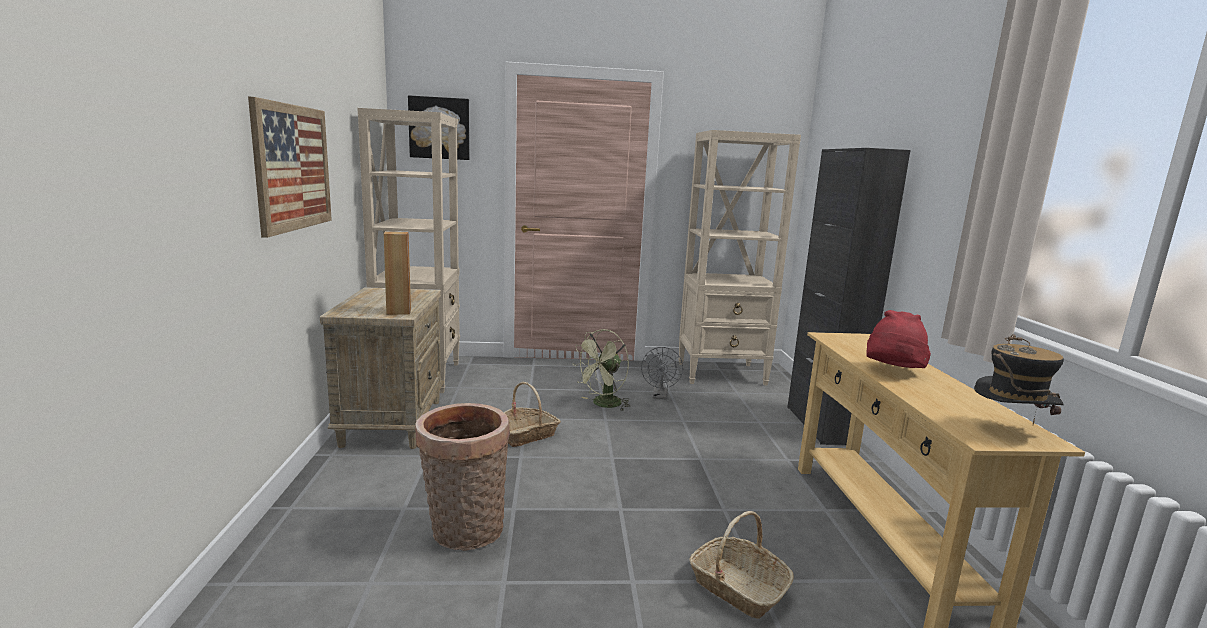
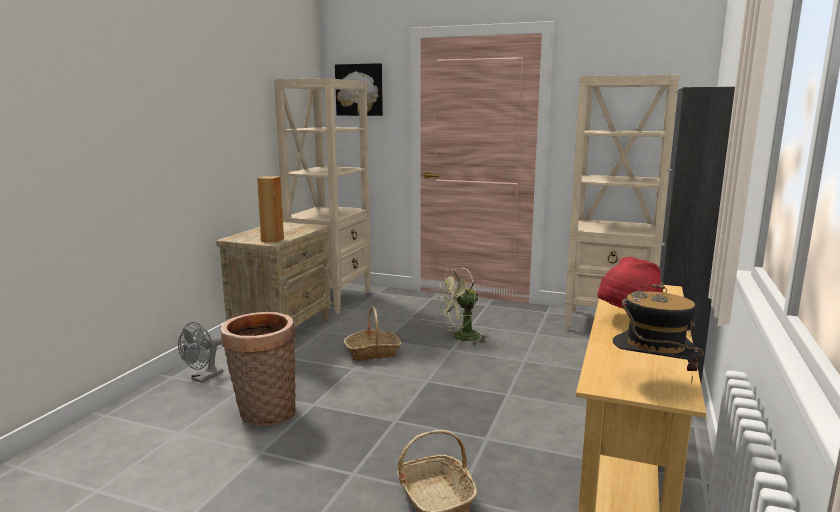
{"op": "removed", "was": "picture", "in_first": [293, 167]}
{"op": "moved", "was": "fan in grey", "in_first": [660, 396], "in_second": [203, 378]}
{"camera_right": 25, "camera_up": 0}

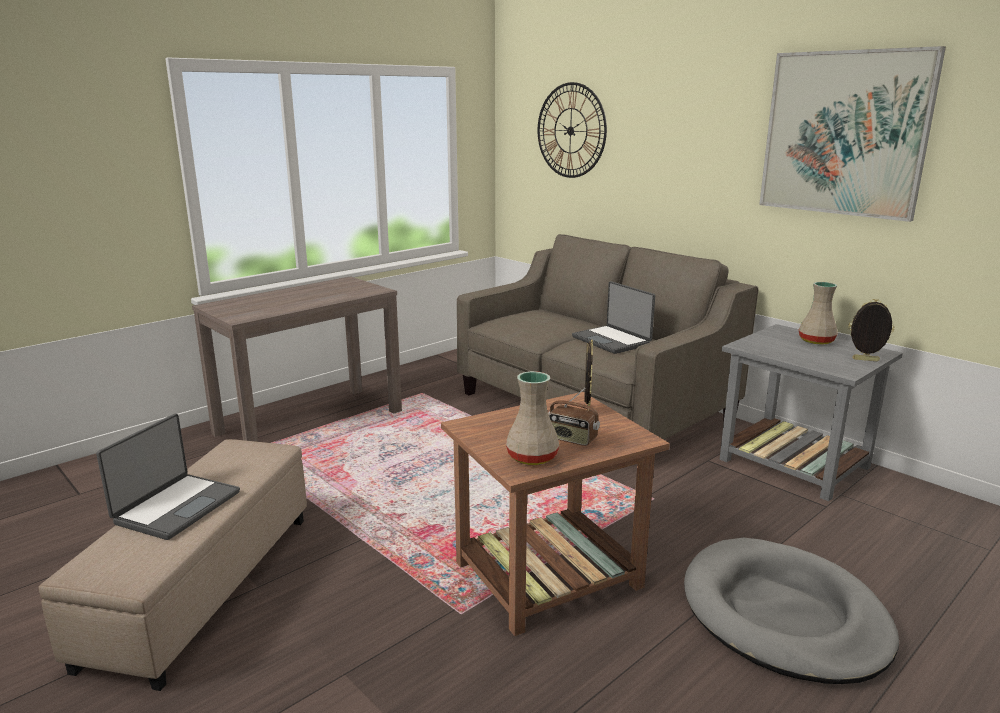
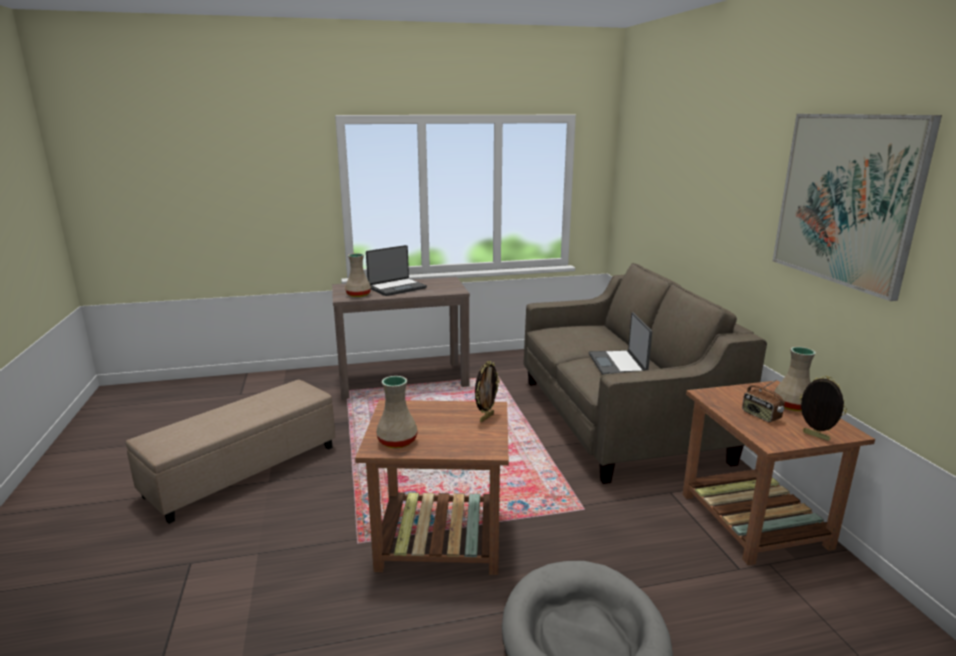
{"op": "removed", "was": "wall clock", "in_first": [571, 130]}
{"op": "added", "now": "vase in beige", "in_second": [358, 295]}
{"op": "moved", "was": "laptop", "in_first": [176, 507], "in_second": [396, 288]}
{"op": "moved", "was": "radio", "in_first": [572, 439], "in_second": [760, 416]}
{"op": "recoloured", "was": "side table in grey", "now": "side table in brown", "in_first": [795, 464], "in_second": [755, 521]}
{"camera_right": 30, "camera_up": 0}

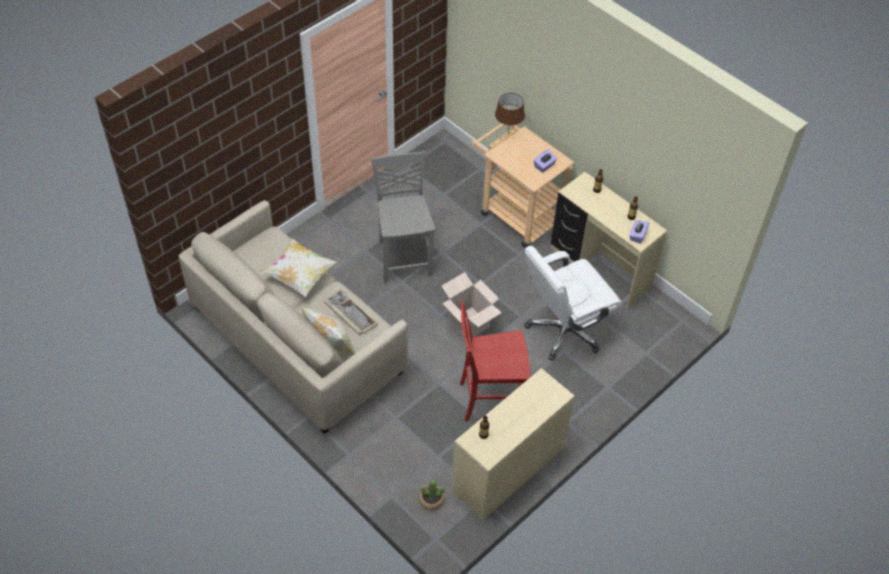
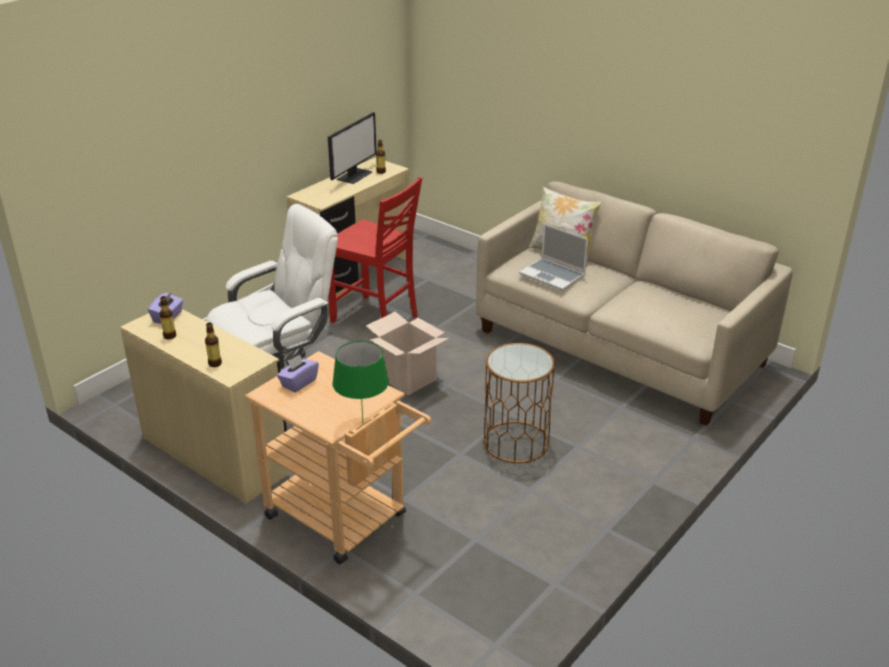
{"op": "removed", "was": "pillow", "in_first": [299, 276]}
{"op": "removed", "was": "potted plant", "in_first": [431, 500]}
{"op": "added", "now": "monitor", "in_second": [354, 175]}
{"op": "replaced", "was": "keyboard", "now": "laptop", "in_first": [350, 313], "in_second": [553, 275]}
{"op": "replaced", "was": "chair in grey", "now": "side table in brown", "in_first": [404, 257], "in_second": [516, 442]}
{"op": "recoloured", "was": "table lamp in brown", "now": "table lamp in green", "in_first": [508, 134], "in_second": [362, 423]}
{"op": "turned", "was": "chair in red", "in_first": [490, 399], "in_second": [376, 319], "clockwise": 45}
{"camera_right": 175, "camera_up": -20}

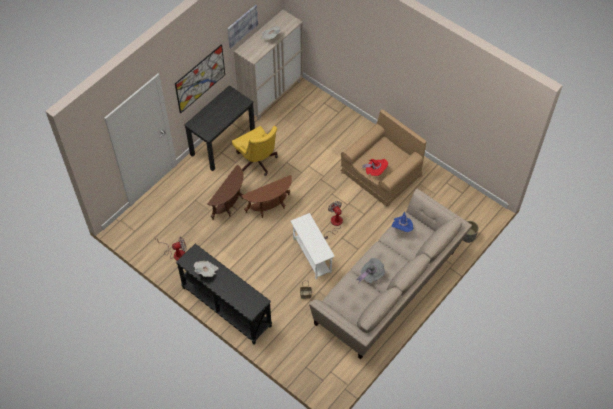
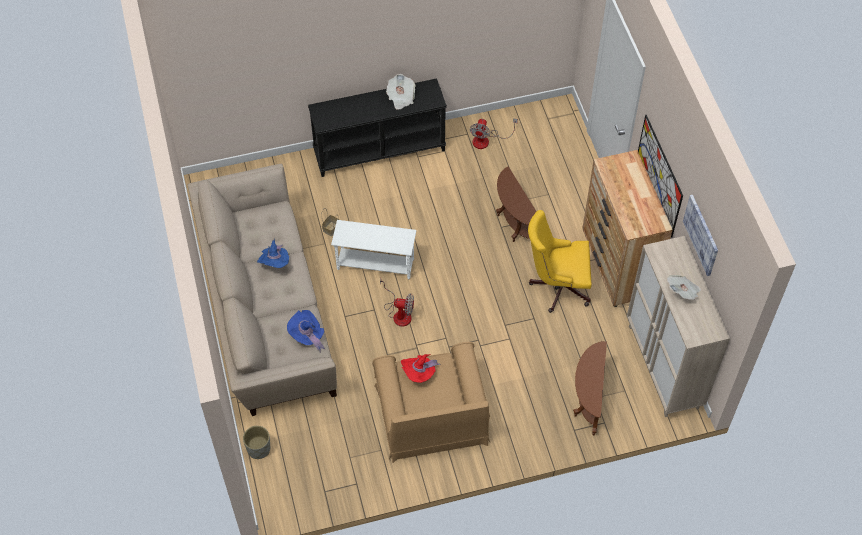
{"op": "moved", "was": "side table in brown", "in_first": [270, 207], "in_second": [587, 400]}
{"op": "replaced", "was": "desk in black", "now": "dresser in brown", "in_first": [223, 143], "in_second": [617, 266]}
{"op": "recoloured", "was": "hat in grey", "now": "hat in blue", "in_first": [371, 275], "in_second": [275, 263]}
{"camera_right": 125, "camera_up": 0}

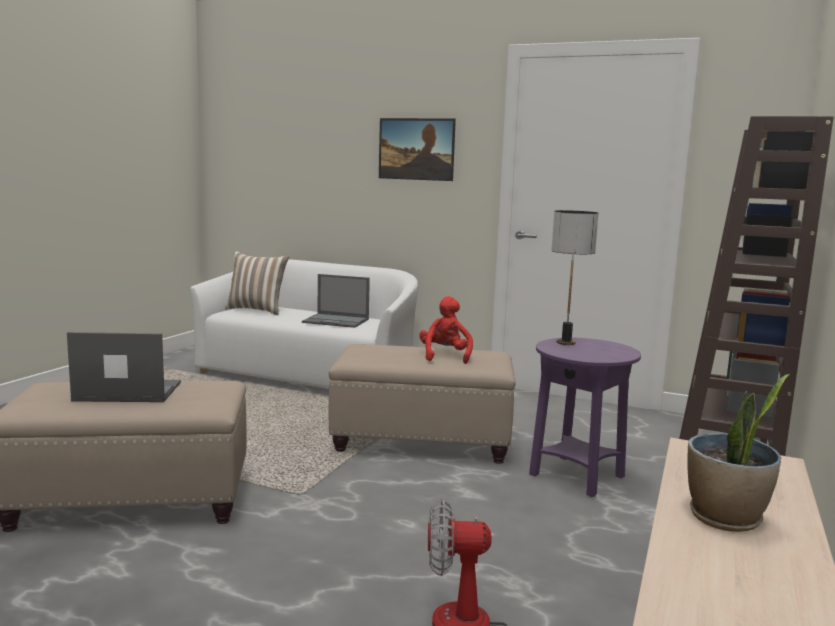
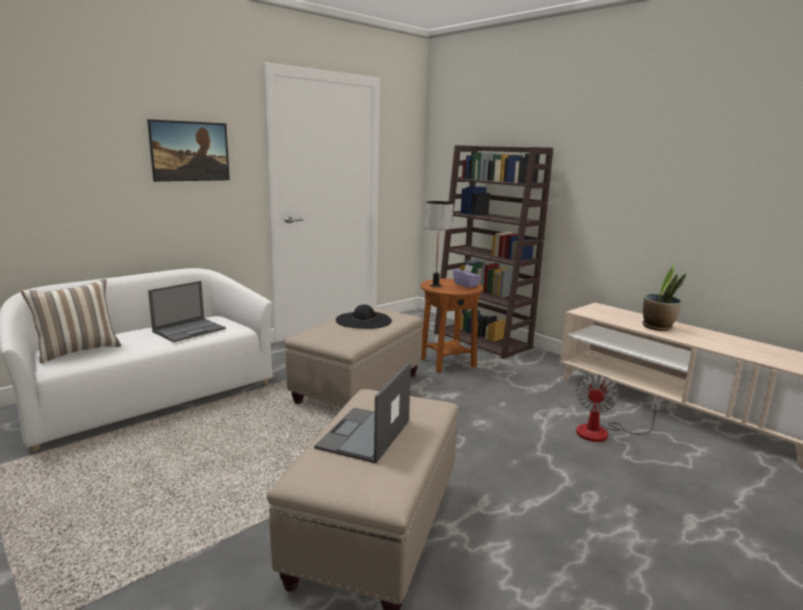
{"op": "added", "now": "tissue box in purple", "in_second": [466, 285]}
{"op": "replaced", "was": "plush toy in red", "now": "hat in black", "in_first": [445, 356], "in_second": [363, 320]}
{"op": "recoloured", "was": "side table in purple", "now": "side table in brown", "in_first": [577, 476], "in_second": [447, 363]}
{"camera_right": -65, "camera_up": 5}

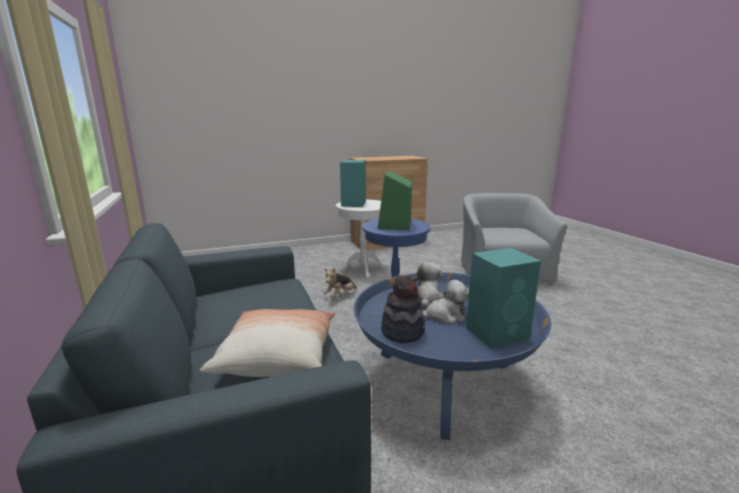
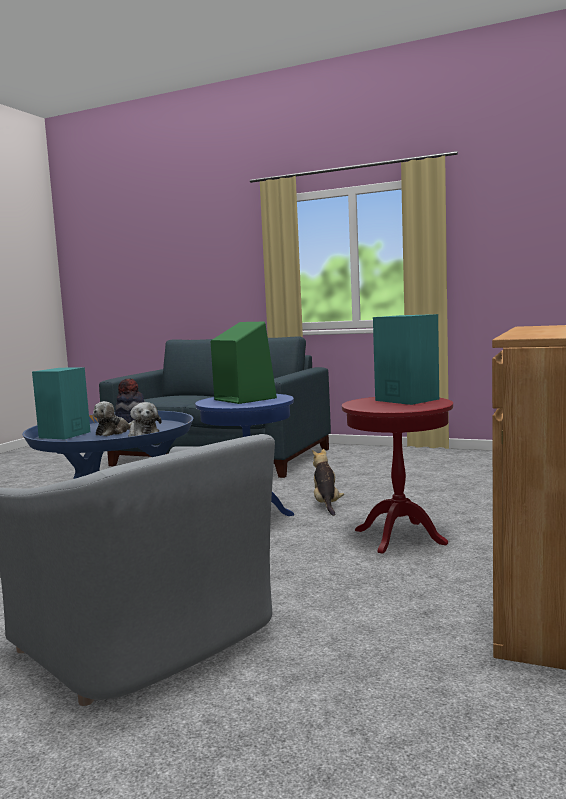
{"op": "removed", "was": "pillow", "in_first": [277, 356]}
{"op": "recoloured", "was": "side table in white", "now": "side table in red", "in_first": [363, 268], "in_second": [400, 537]}
{"camera_right": 135, "camera_up": -10}

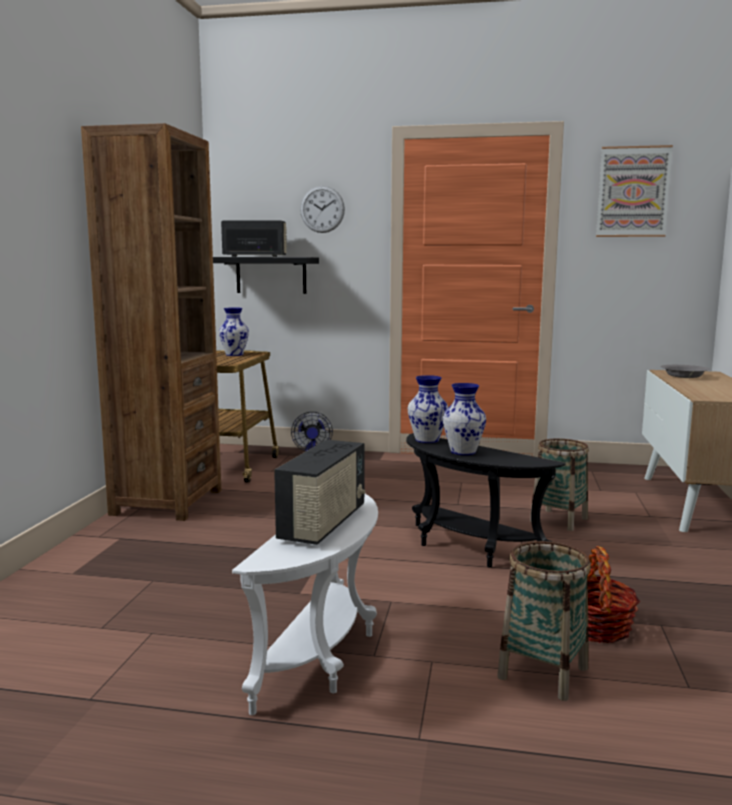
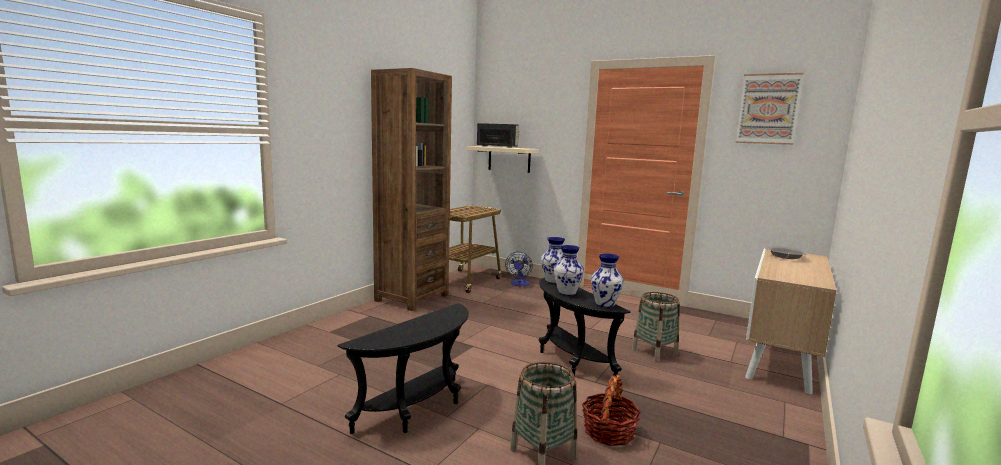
{"op": "removed", "was": "radio", "in_first": [324, 524]}
{"op": "removed", "was": "wall clock", "in_first": [322, 209]}
{"op": "moved", "was": "vase", "in_first": [234, 354], "in_second": [605, 304]}
{"op": "recoloured", "was": "shelf in black", "now": "shelf in beige", "in_first": [271, 275], "in_second": [509, 159]}
{"op": "recoloured", "was": "side table in white", "now": "side table in black", "in_first": [324, 656], "in_second": [418, 409]}
{"camera_right": 20, "camera_up": 0}

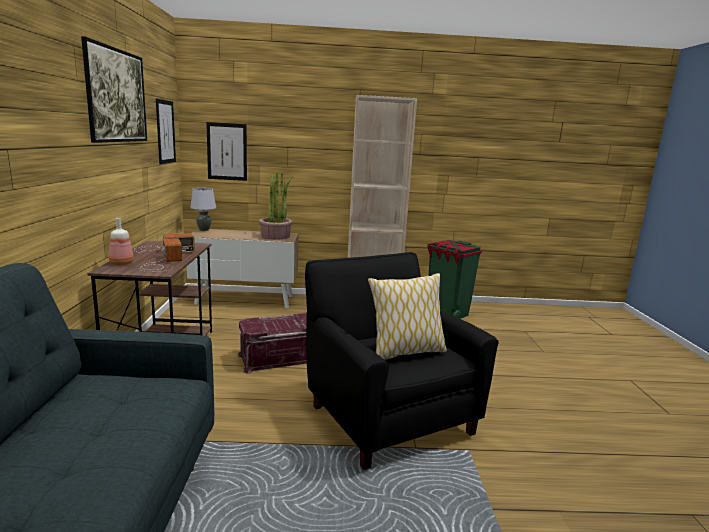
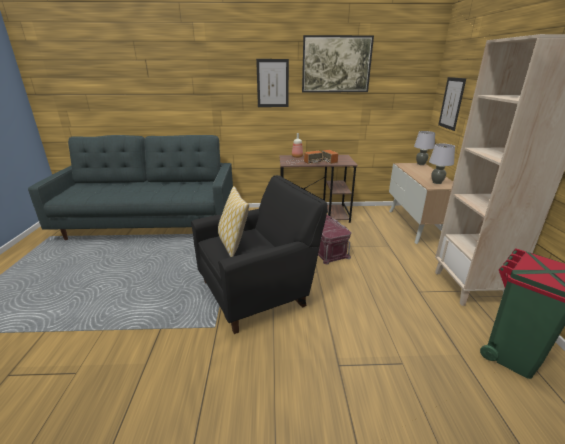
{"op": "moved", "was": "picture", "in_first": [165, 132], "in_second": [272, 83]}
{"op": "replaced", "was": "potted plant", "now": "table lamp in grey", "in_first": [276, 236], "in_second": [436, 182]}
{"camera_right": 90, "camera_up": 10}

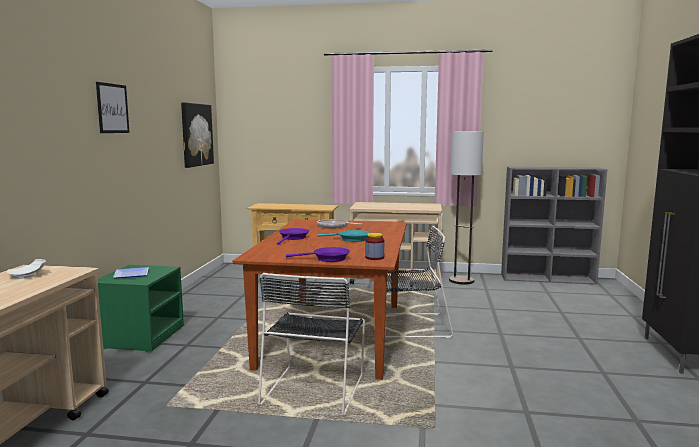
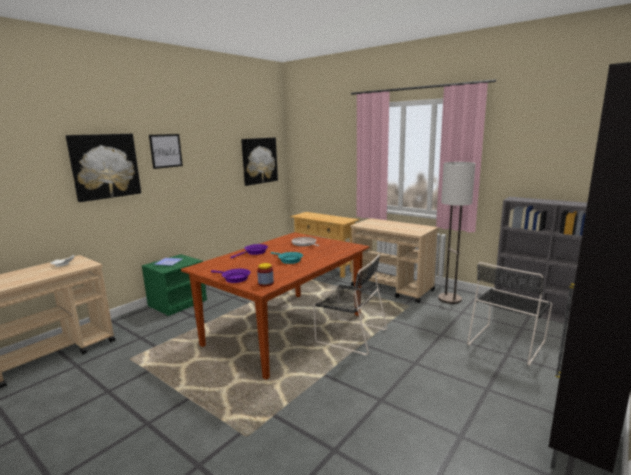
{"op": "added", "now": "picture", "in_second": [105, 166]}
{"op": "moved", "was": "chair in black", "in_first": [314, 388], "in_second": [507, 342]}
{"camera_right": 30, "camera_up": 5}

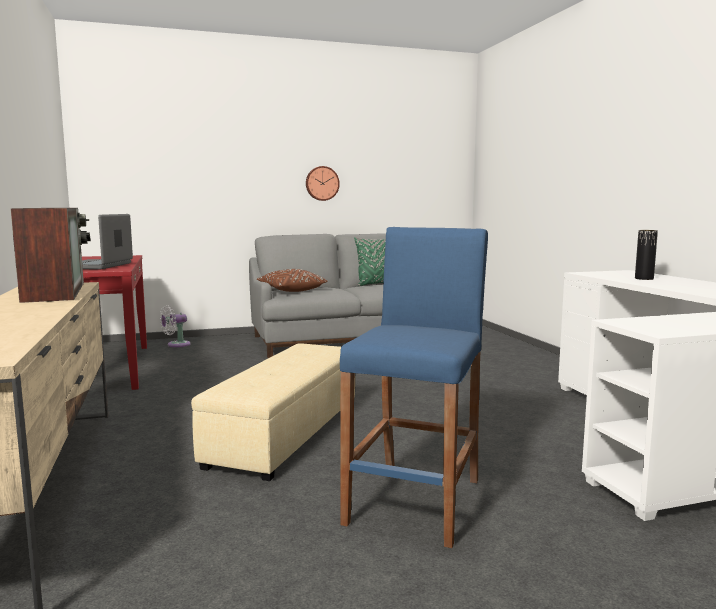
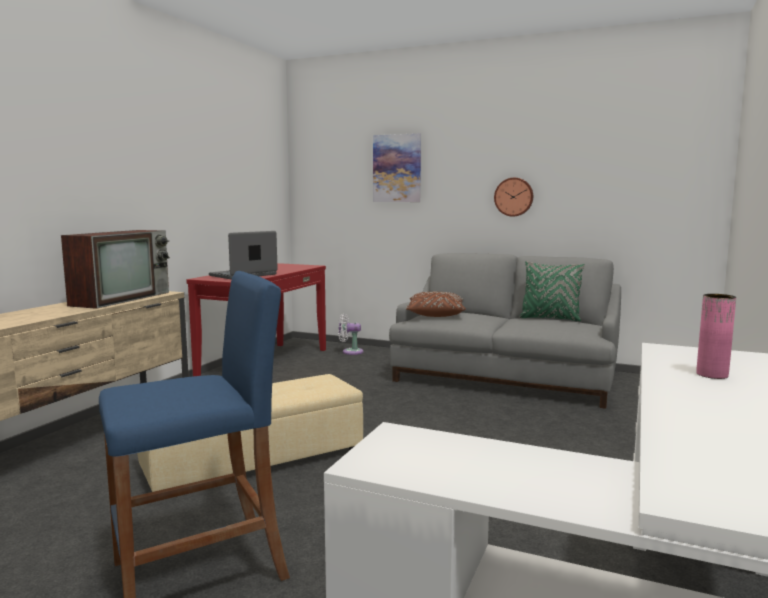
{"op": "added", "now": "picture", "in_second": [397, 168]}
{"op": "recoloured", "was": "vase in black", "now": "vase in pink", "in_first": [644, 278], "in_second": [712, 375]}
{"camera_right": 40, "camera_up": 0}

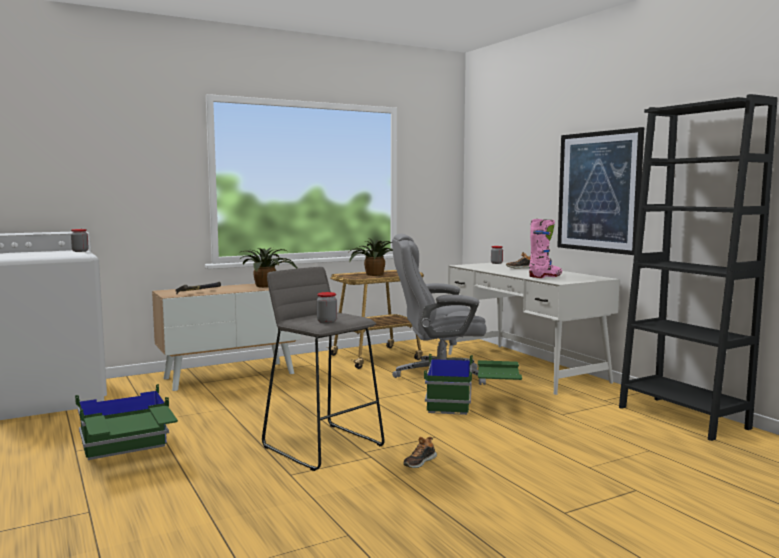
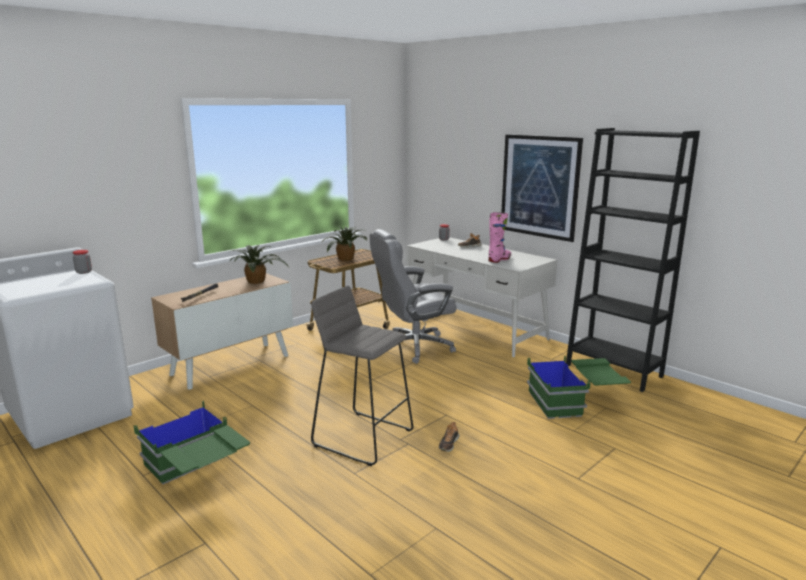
{"op": "removed", "was": "jar", "in_first": [327, 322]}
{"op": "moved", "was": "storage box in green", "in_first": [472, 405], "in_second": [575, 403]}
{"camera_right": -15, "camera_up": 10}

